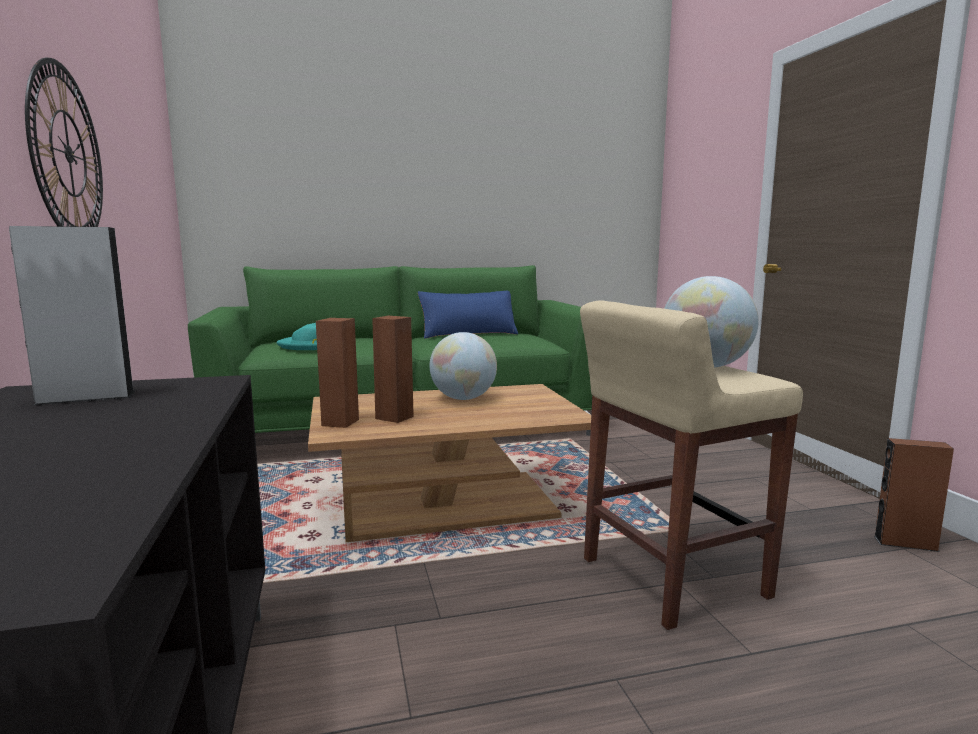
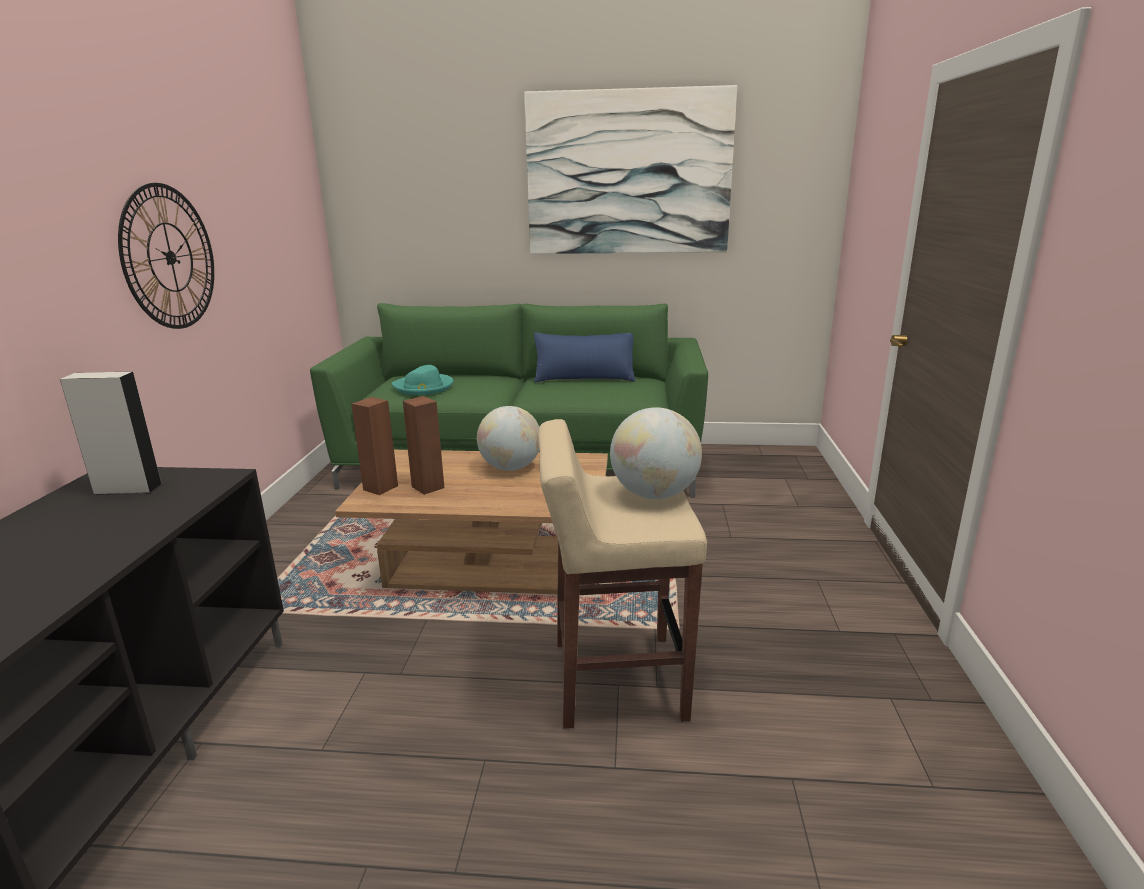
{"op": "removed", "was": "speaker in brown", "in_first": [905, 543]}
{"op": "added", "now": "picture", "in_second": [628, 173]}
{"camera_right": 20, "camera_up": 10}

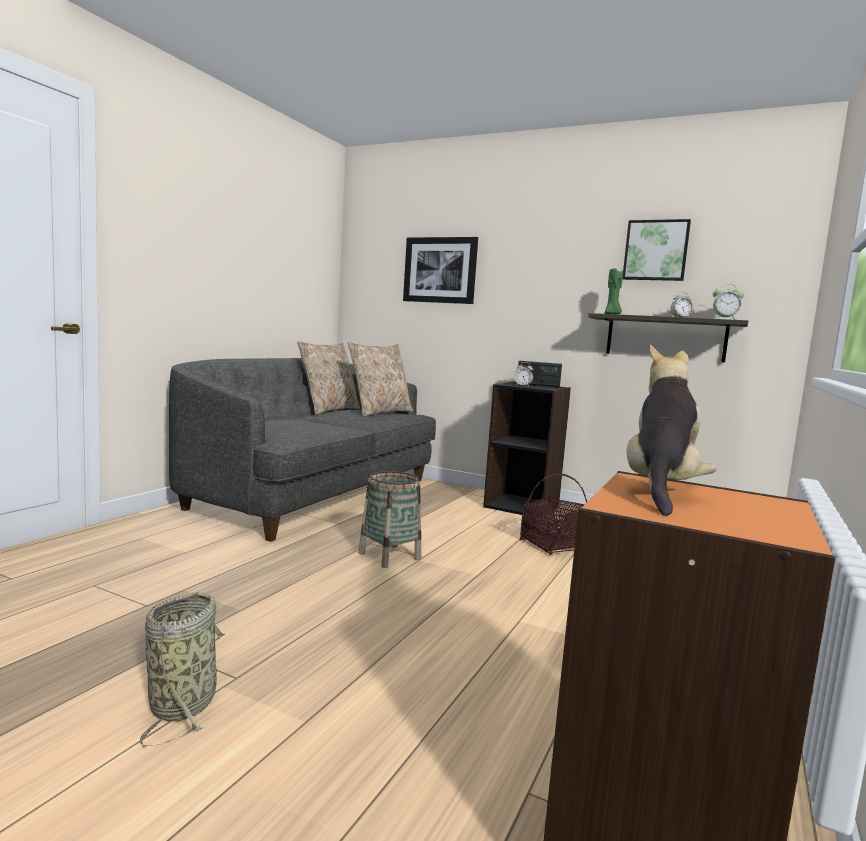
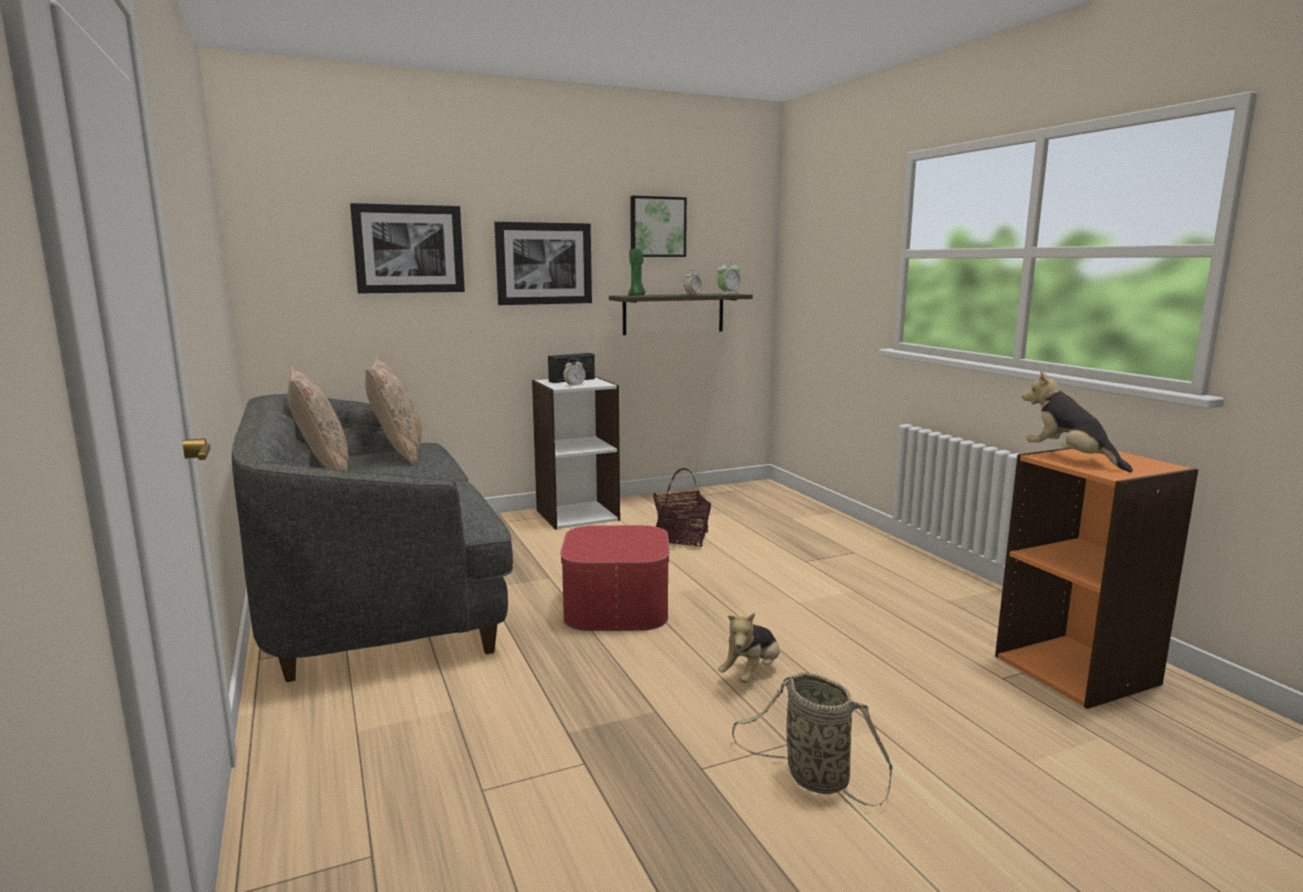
{"op": "added", "now": "picture", "in_second": [544, 263]}
{"op": "added", "now": "plush toy", "in_second": [751, 673]}
{"op": "replaced", "was": "basket", "now": "ottoman", "in_first": [389, 556], "in_second": [617, 607]}
{"op": "recoloured", "was": "bookcase in black", "now": "bookcase in white", "in_first": [522, 506], "in_second": [577, 514]}
{"camera_right": -50, "camera_up": 5}

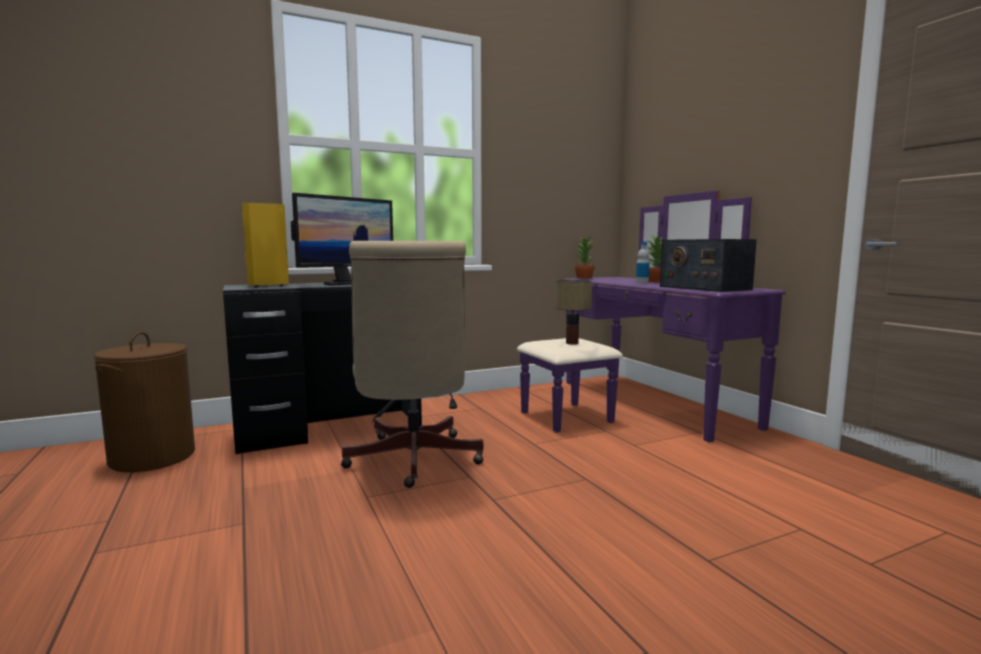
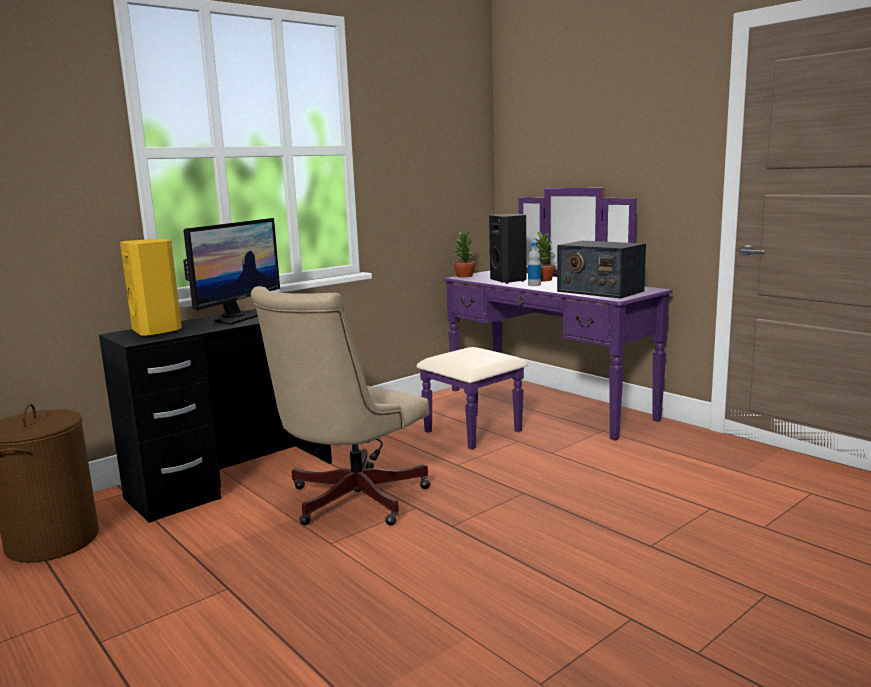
{"op": "removed", "was": "table lamp", "in_first": [572, 343]}
{"op": "added", "now": "speaker in black", "in_second": [509, 281]}
{"op": "turned", "was": "office chair in beige", "in_first": [412, 462], "in_second": [349, 501], "clockwise": 60}
{"camera_right": -15, "camera_up": 5}

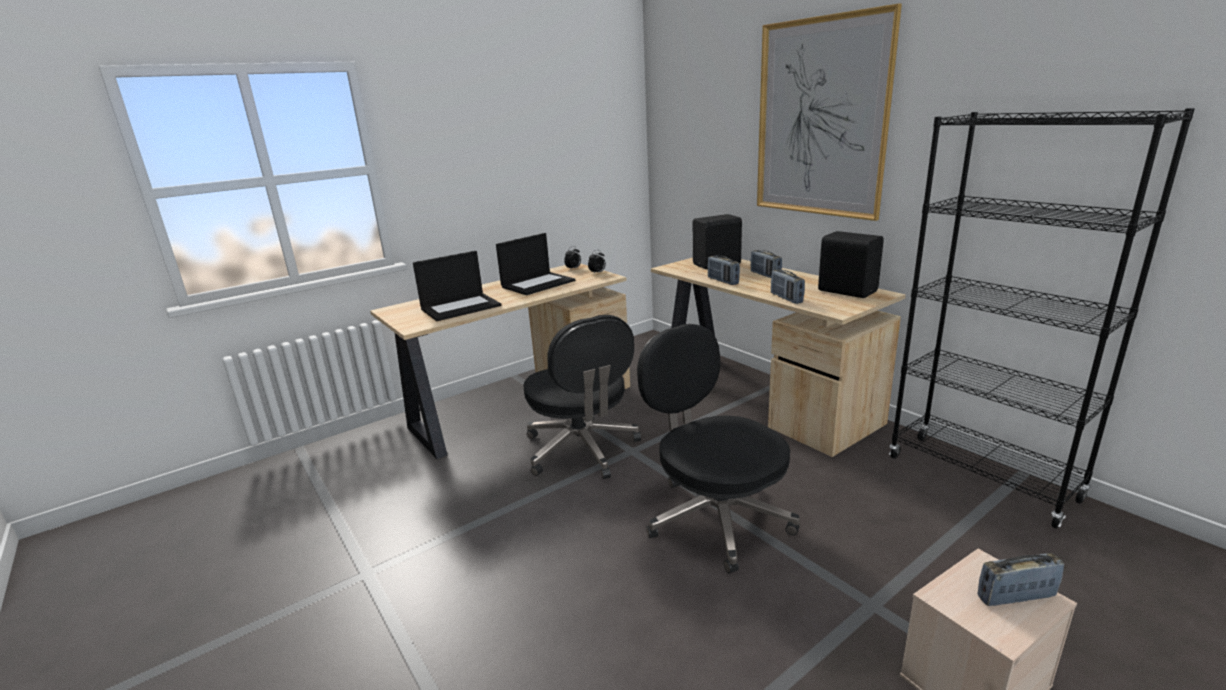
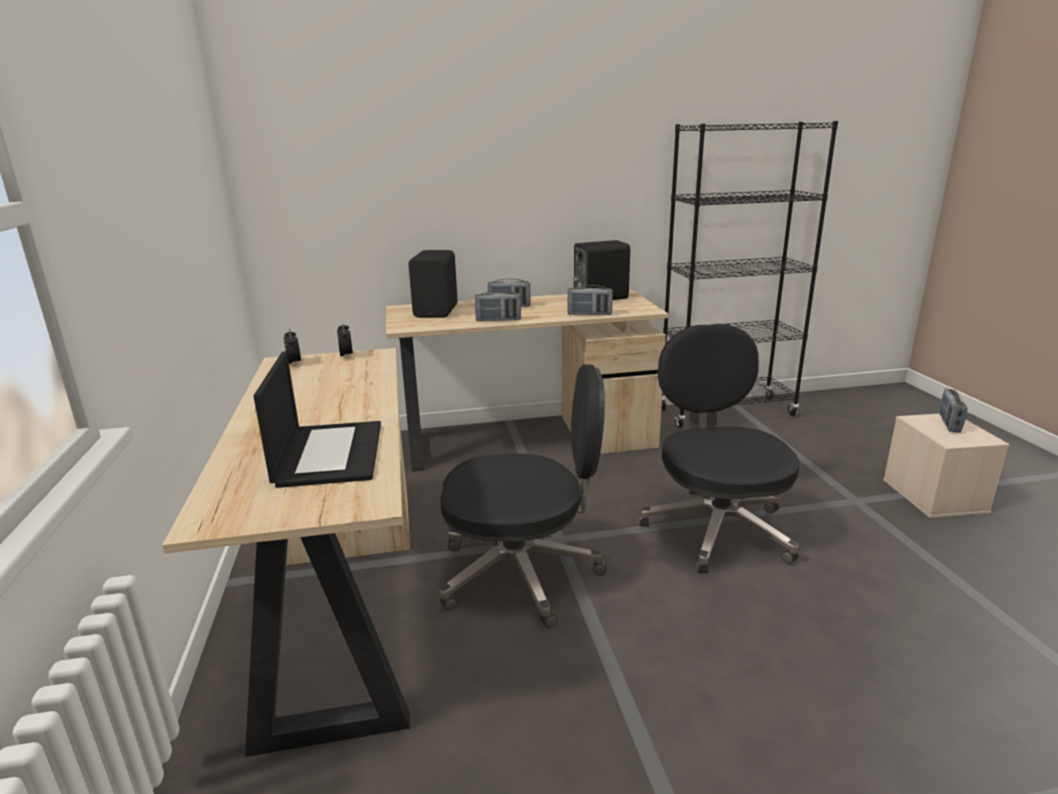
{"op": "removed", "was": "laptop", "in_first": [538, 283]}
{"op": "removed", "was": "picture", "in_first": [820, 119]}
{"op": "turned", "was": "office chair in black", "in_first": [715, 517], "in_second": [716, 528], "clockwise": 90}
{"camera_right": -65, "camera_up": 0}

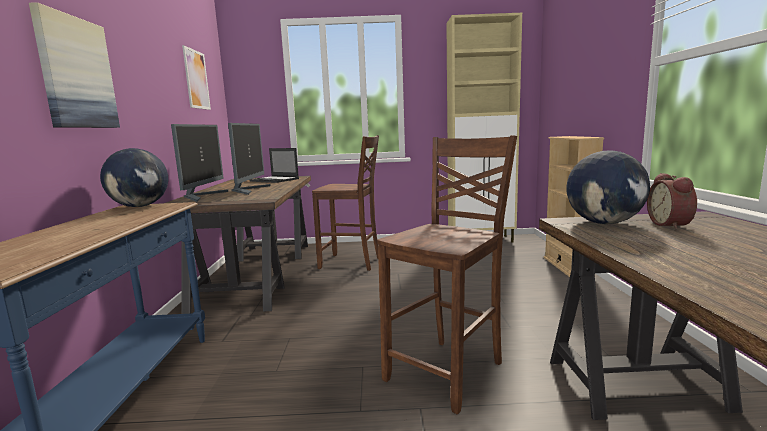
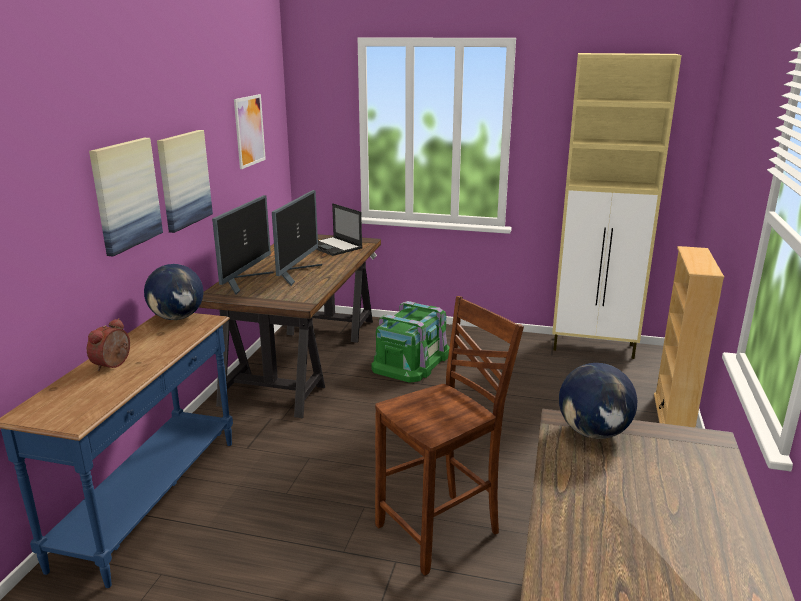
{"op": "added", "now": "picture", "in_second": [184, 179]}
{"op": "moved", "was": "alarm clock", "in_first": [671, 225], "in_second": [114, 365]}
{"op": "replaced", "was": "chair in brown", "now": "storage box in green", "in_first": [351, 263], "in_second": [412, 361]}
{"camera_right": 15, "camera_up": 10}

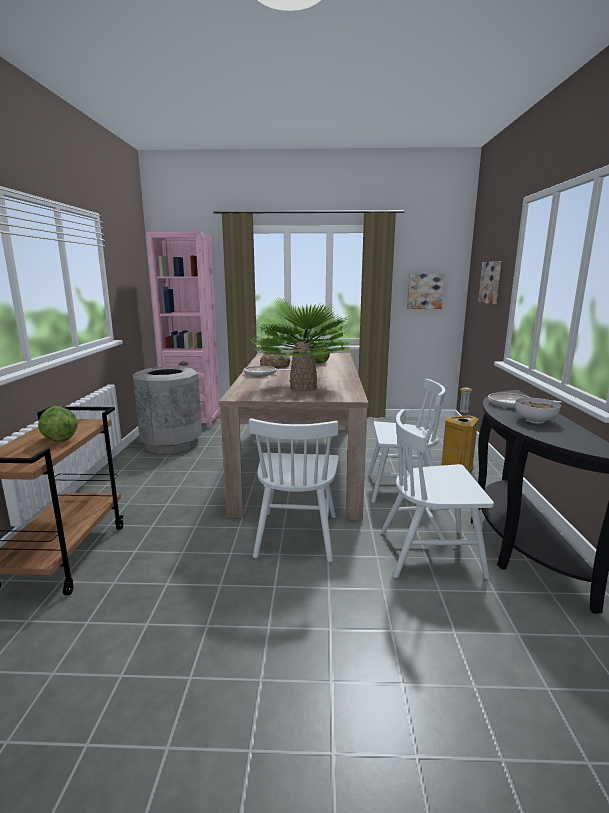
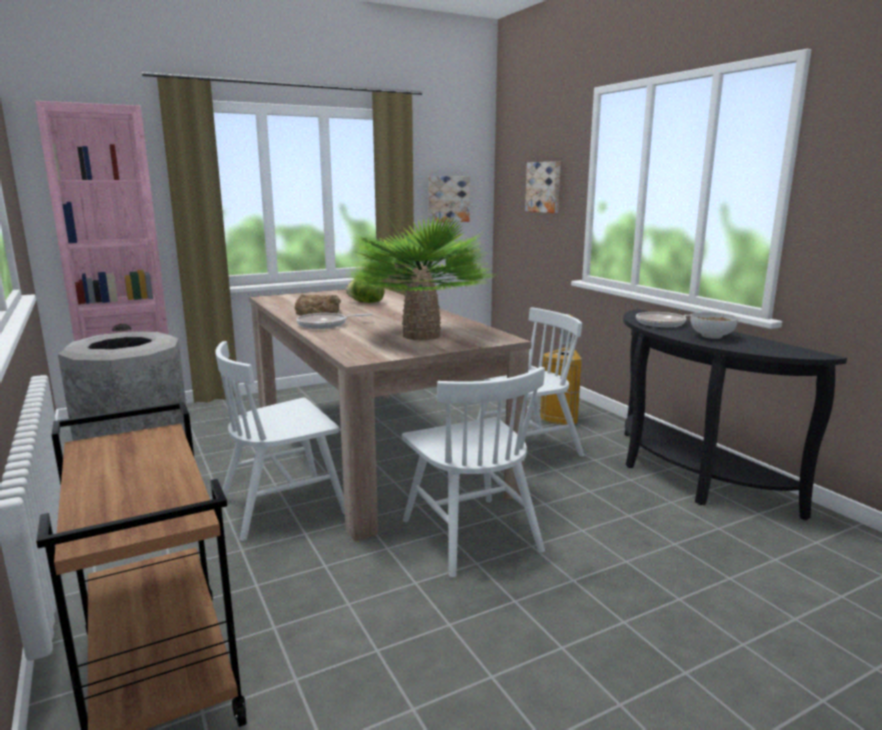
{"op": "removed", "was": "lettuce", "in_first": [59, 440]}
{"op": "moved", "was": "chair in white", "in_first": [430, 553], "in_second": [283, 506]}
{"camera_right": -30, "camera_up": 0}

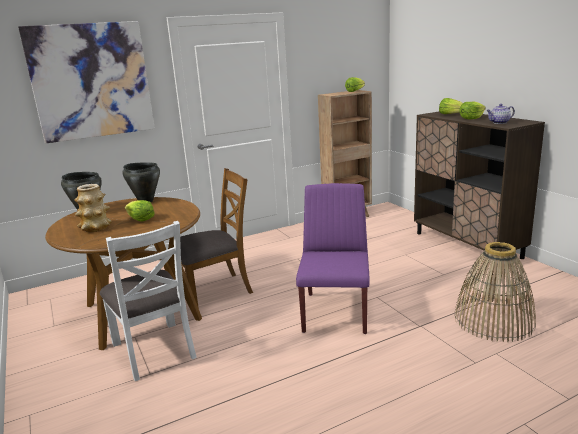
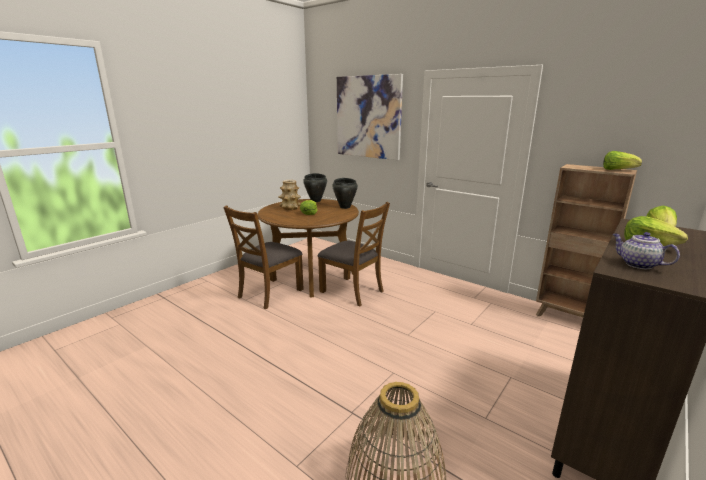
{"op": "removed", "was": "chair in purple", "in_first": [335, 312]}
{"op": "recoloured", "was": "chair in white", "now": "chair in brown", "in_first": [154, 350], "in_second": [269, 293]}
{"camera_right": 65, "camera_up": 0}

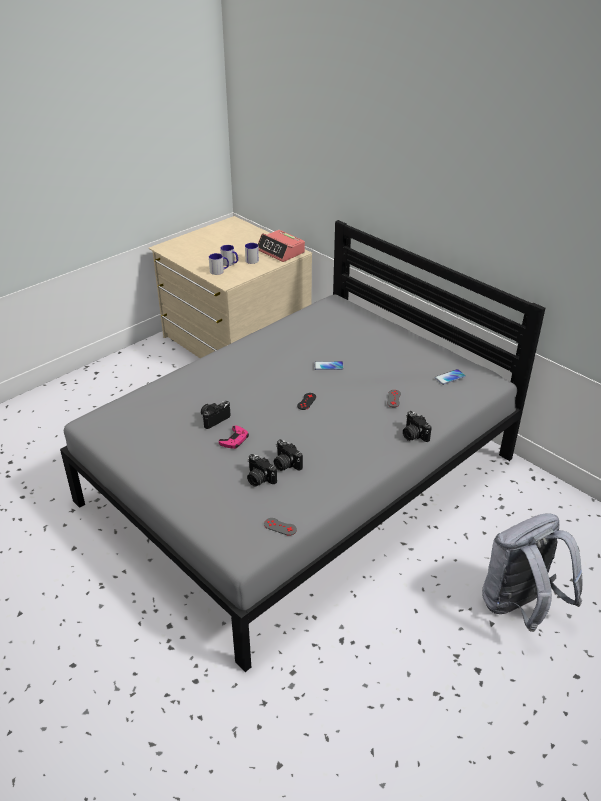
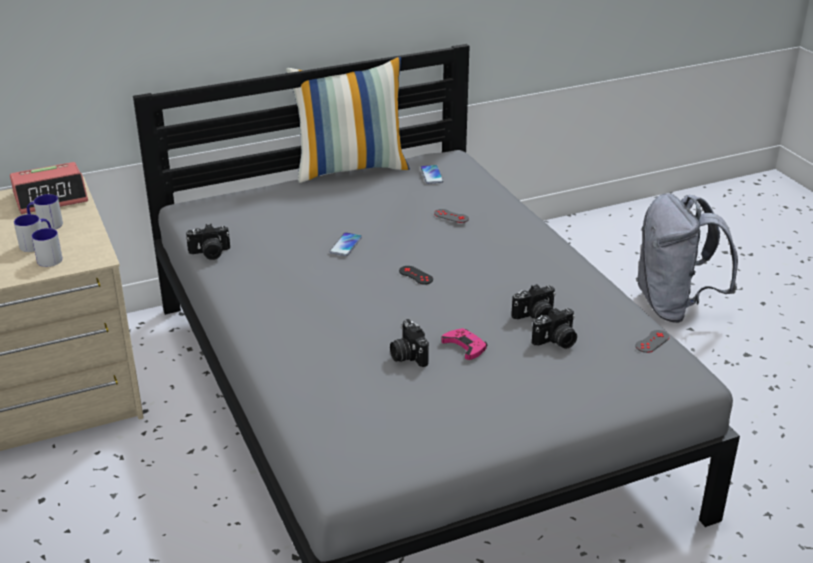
{"op": "added", "now": "pillow", "in_second": [351, 168]}
{"op": "moved", "was": "photo camera", "in_first": [413, 435], "in_second": [210, 253]}
{"camera_right": -70, "camera_up": -5}

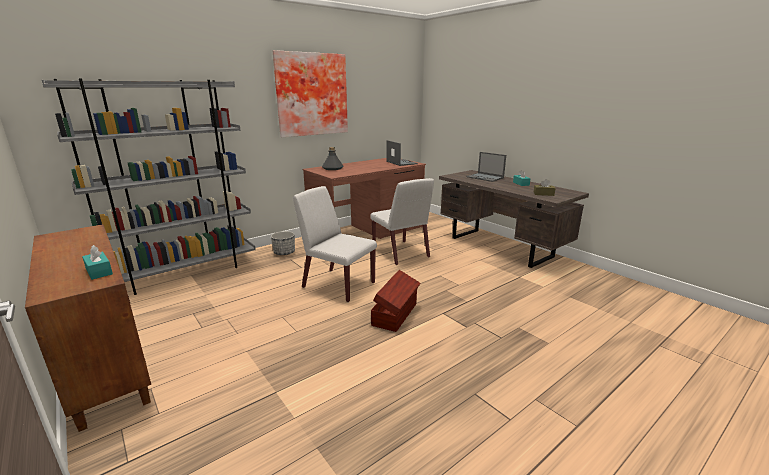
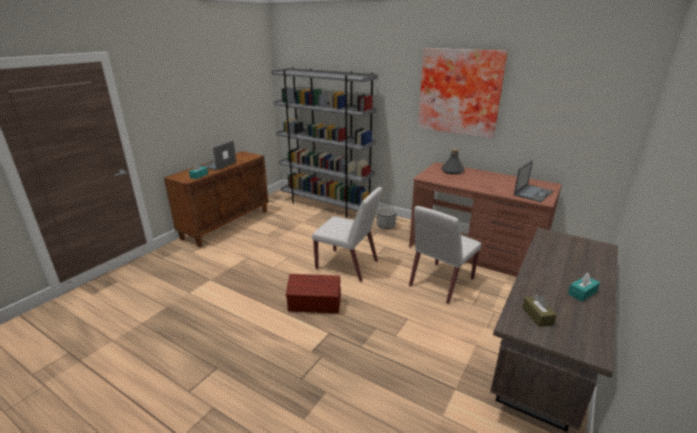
{"op": "moved", "was": "laptop", "in_first": [485, 177], "in_second": [218, 164]}
{"op": "turned", "was": "chair in white", "in_first": [337, 285], "in_second": [347, 265], "clockwise": 105}
{"camera_right": 70, "camera_up": 5}

